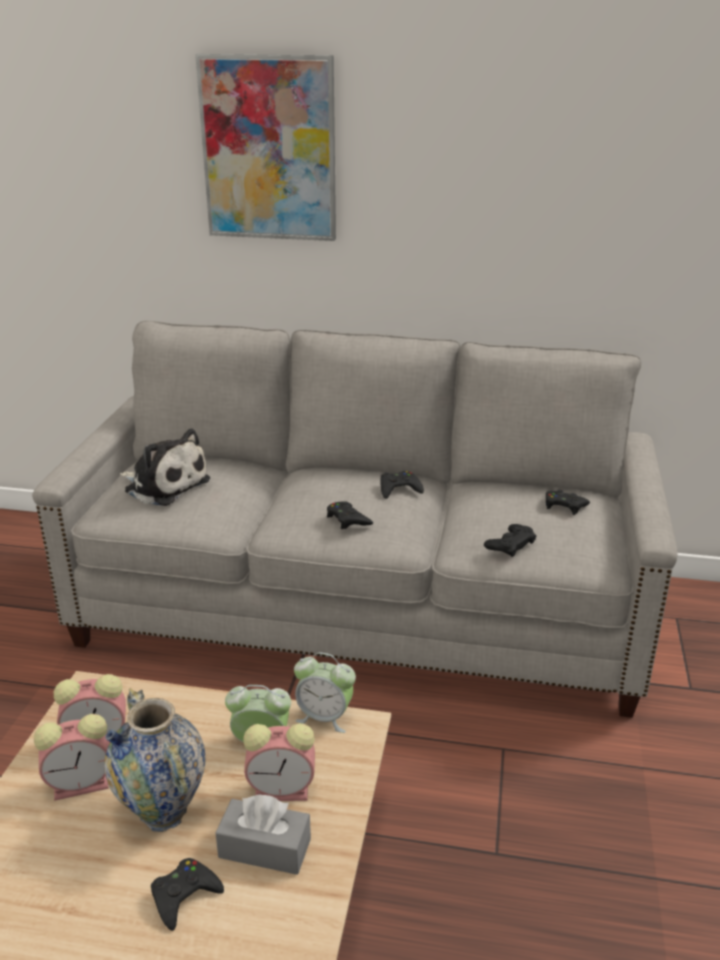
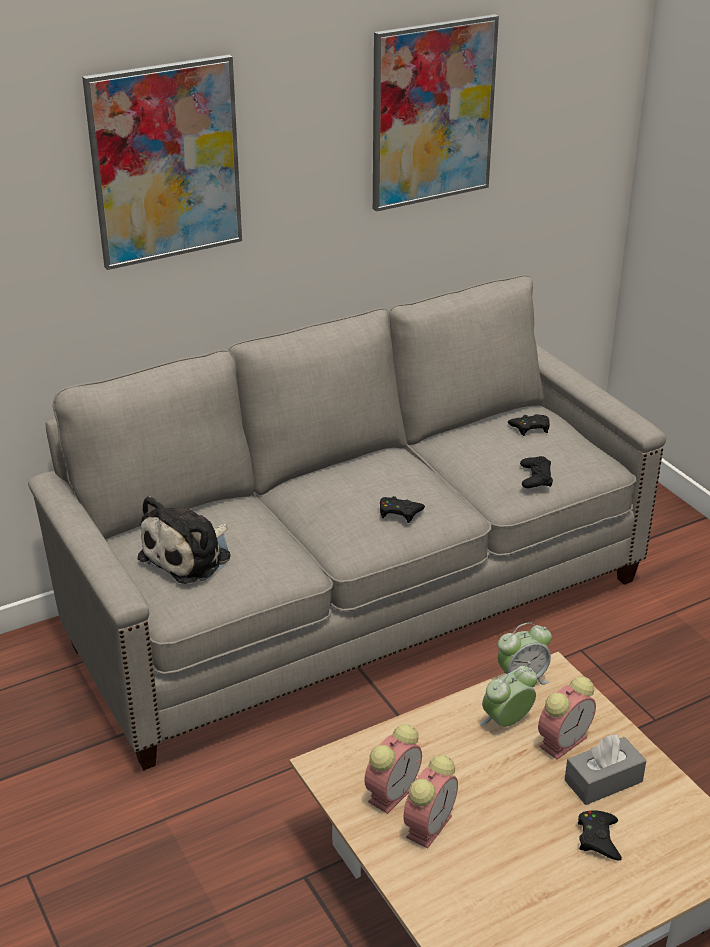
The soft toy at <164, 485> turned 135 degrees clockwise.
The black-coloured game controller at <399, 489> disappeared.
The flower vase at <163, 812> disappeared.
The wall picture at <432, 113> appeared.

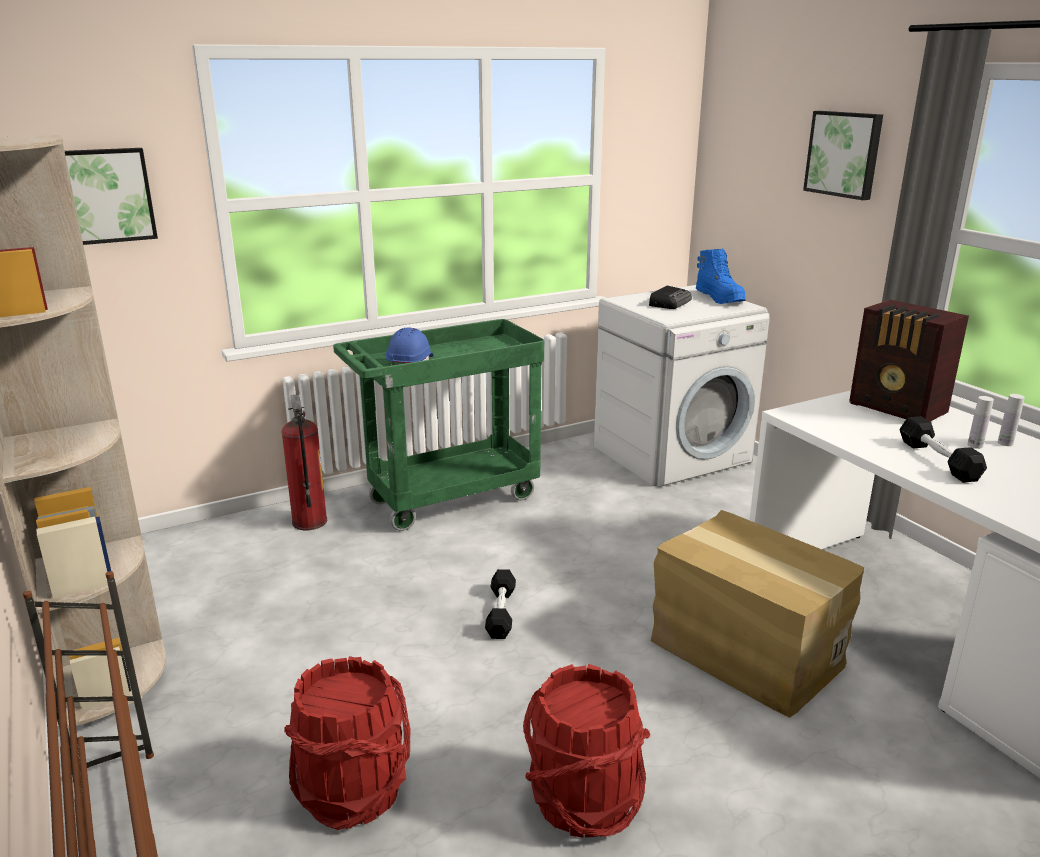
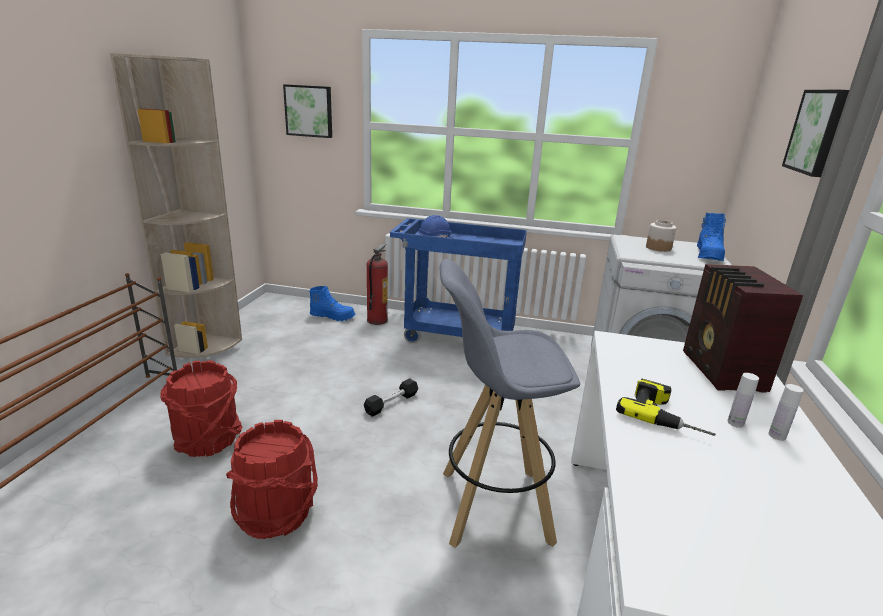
The radio receiver at <670, 302> was replaced by the preserve jar at <658, 248>.
The greenish cart at <446, 502> became the bluish cart at <453, 339>.
The black-coloured dumbbell at <938, 460> was replaced by the electric drill at <666, 415>.
The carton at <745, 652> was replaced by the grey sitting stool at <491, 505>.
The bluish boot at <333, 317> appeared.

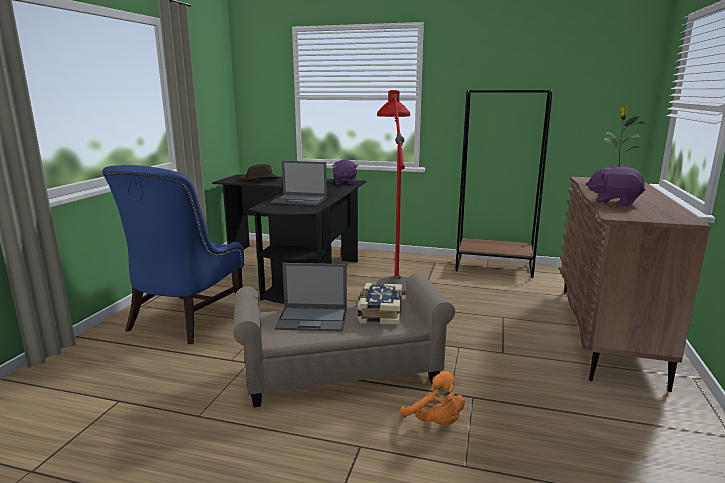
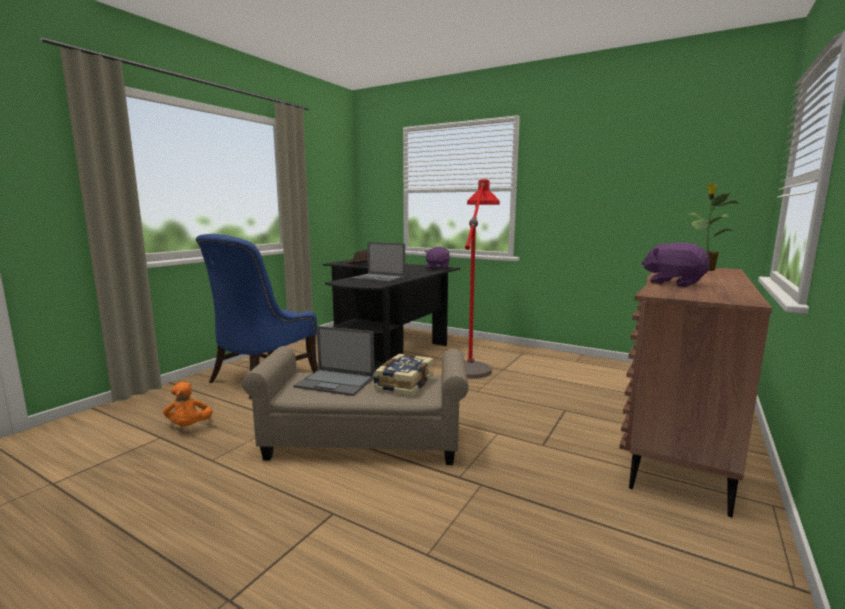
The clothes rack at <494, 268> disappeared.
The orange soft toy moved from <435, 423> to <189, 427>.

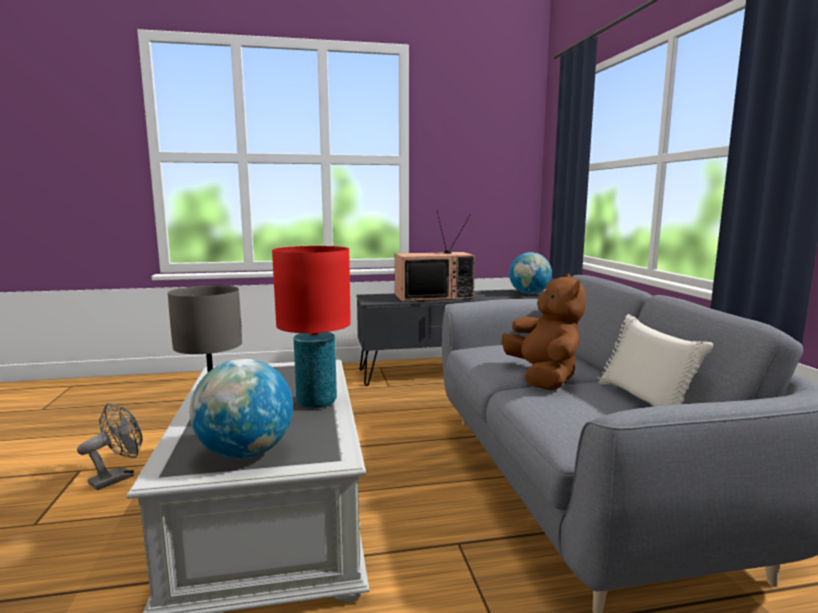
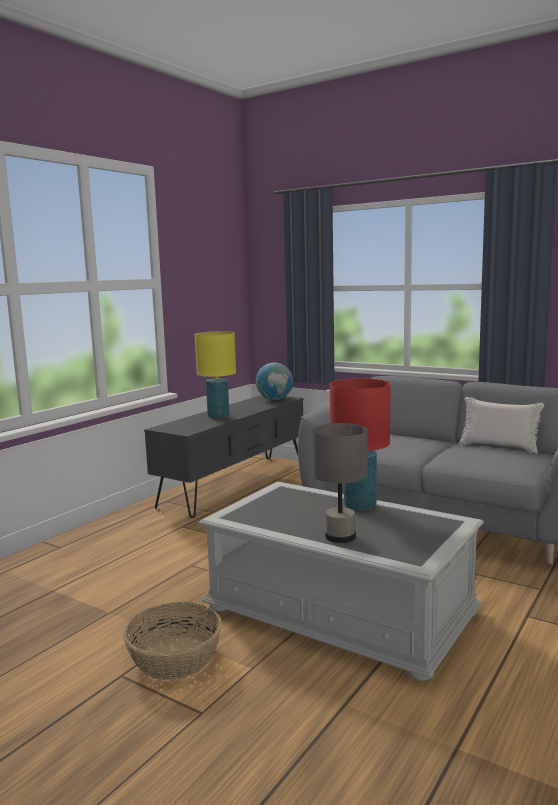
The TV at <434, 297> was replaced by the yellowish tabletop lamp at <218, 416>.
The brown soft toy at <543, 378> disappeared.
The desk globe at <245, 453> disappeared.
The grey cooling fan at <118, 477> was replaced by the storage basket at <174, 658>.

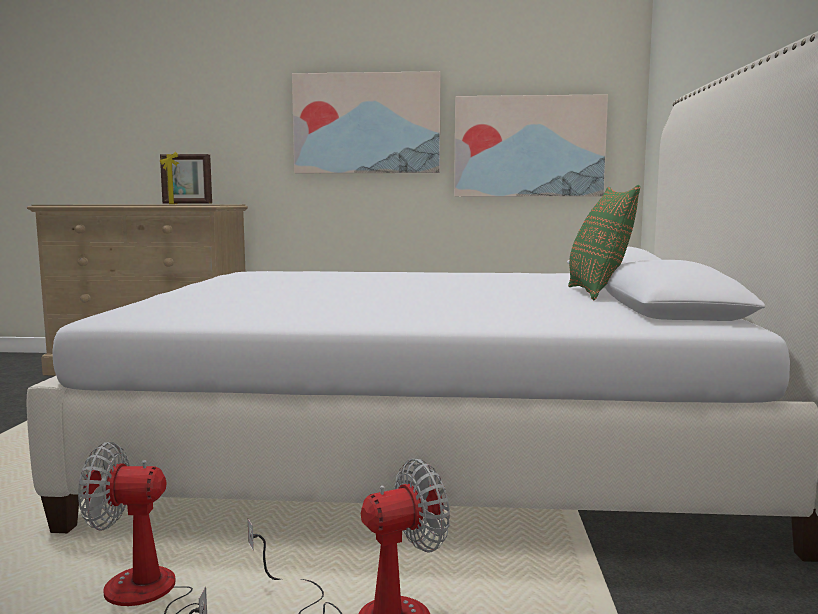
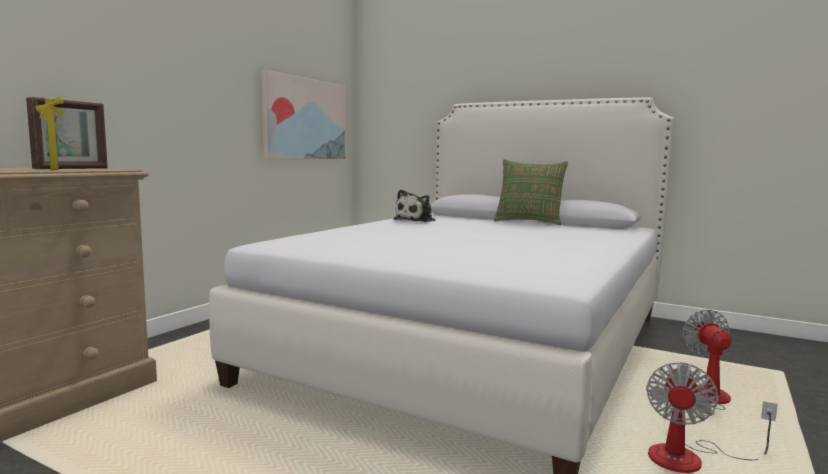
The wall picture at <366, 123> disappeared.
The soft toy at <416, 220> appeared.

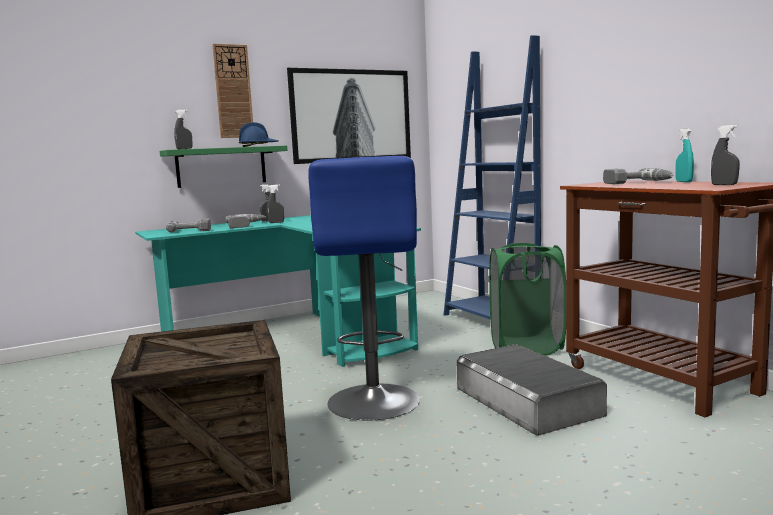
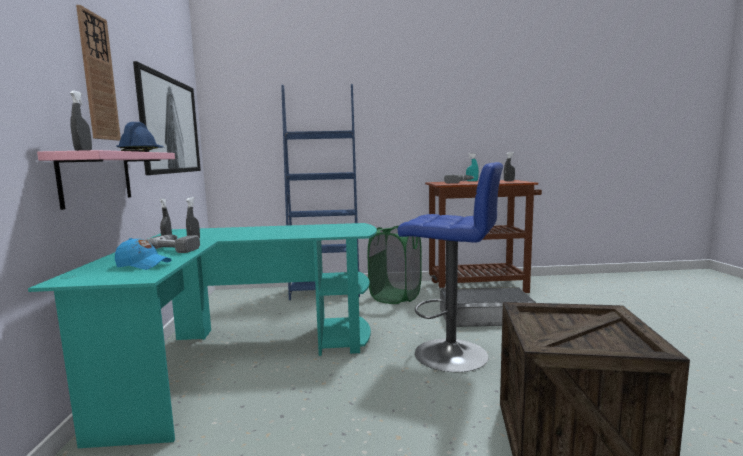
The greenish shelf at <221, 166> became the pink-coloured shelf at <96, 177>.
The electric drill at <190, 230> was replaced by the bluish baseball cap at <143, 265>.

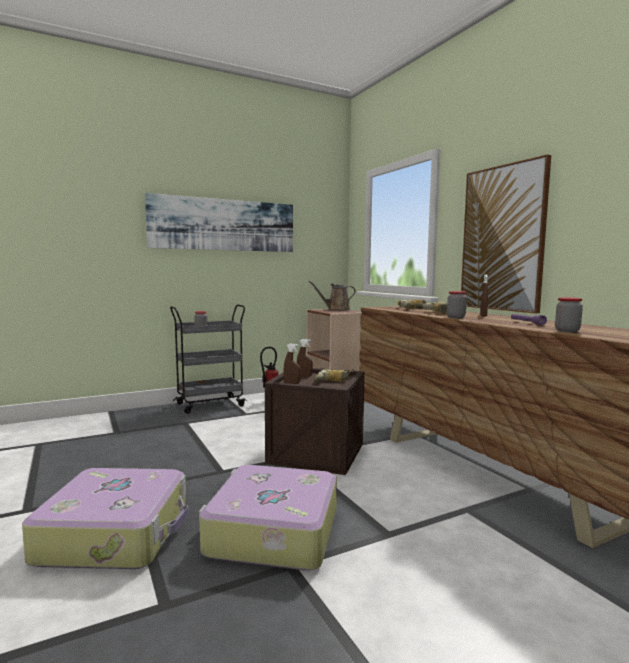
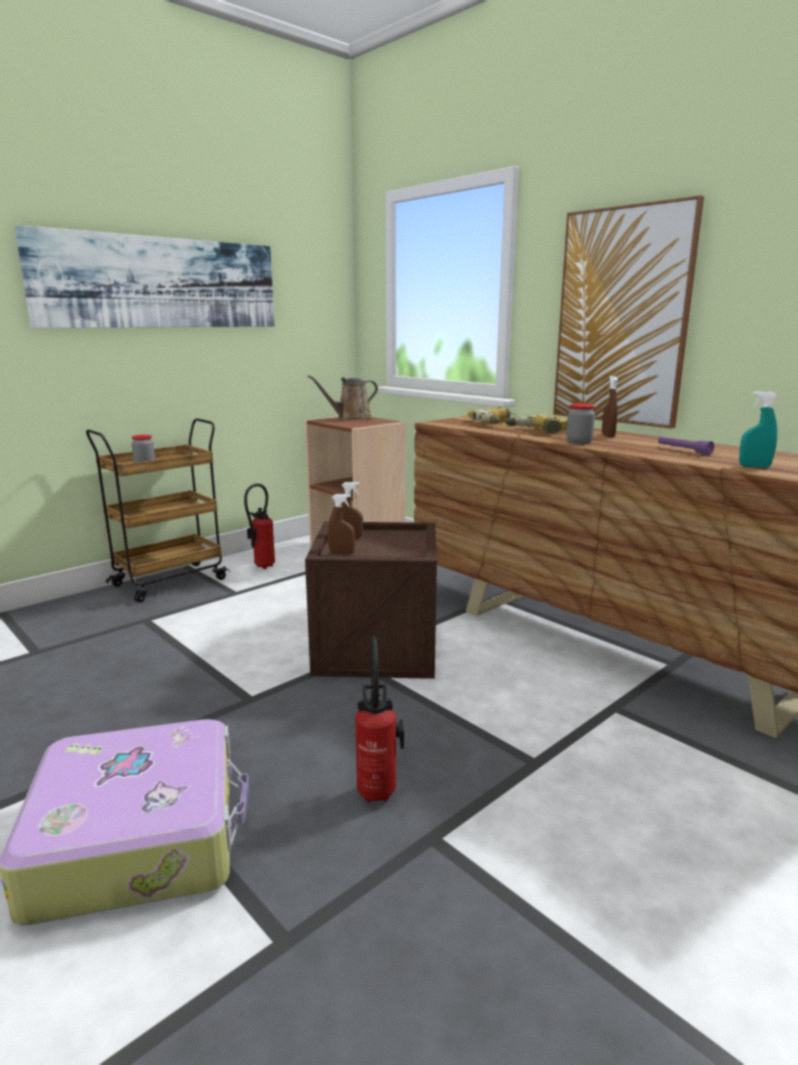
The preserve jar at <567, 331> was replaced by the turquoise-coloured hand sprayer at <754, 466>.
The grey cart at <211, 404> became the brown cart at <170, 582>.
The electric drill at <333, 381> disappeared.
The suitcase at <271, 532> was replaced by the fire extinguisher at <378, 789>.

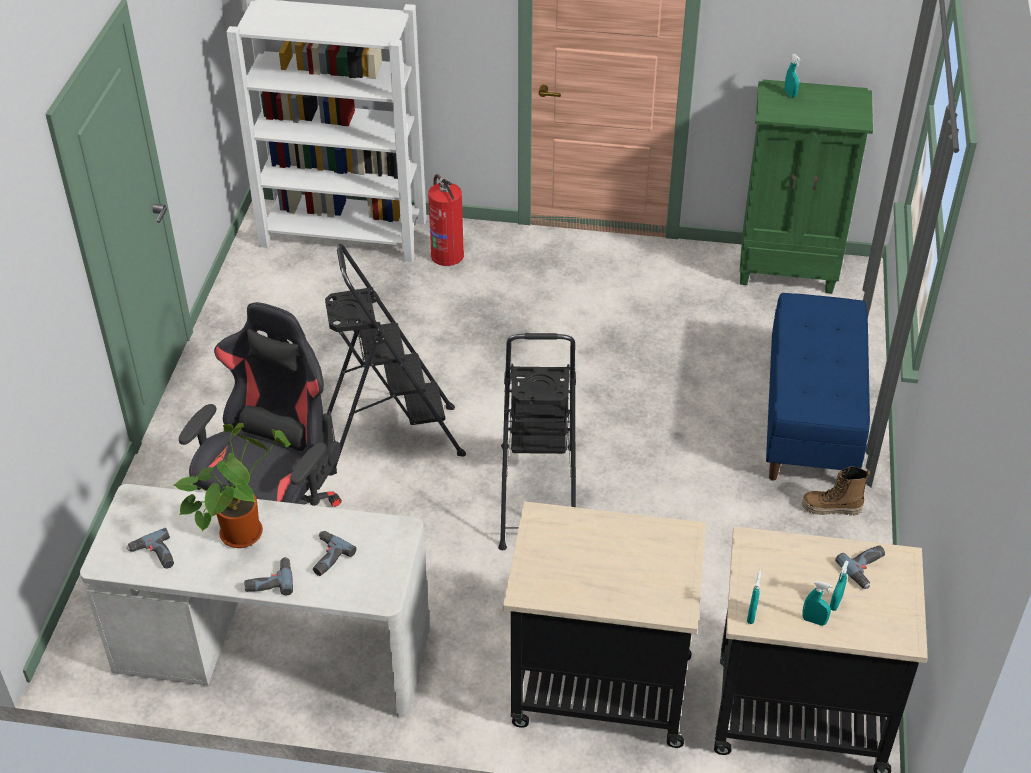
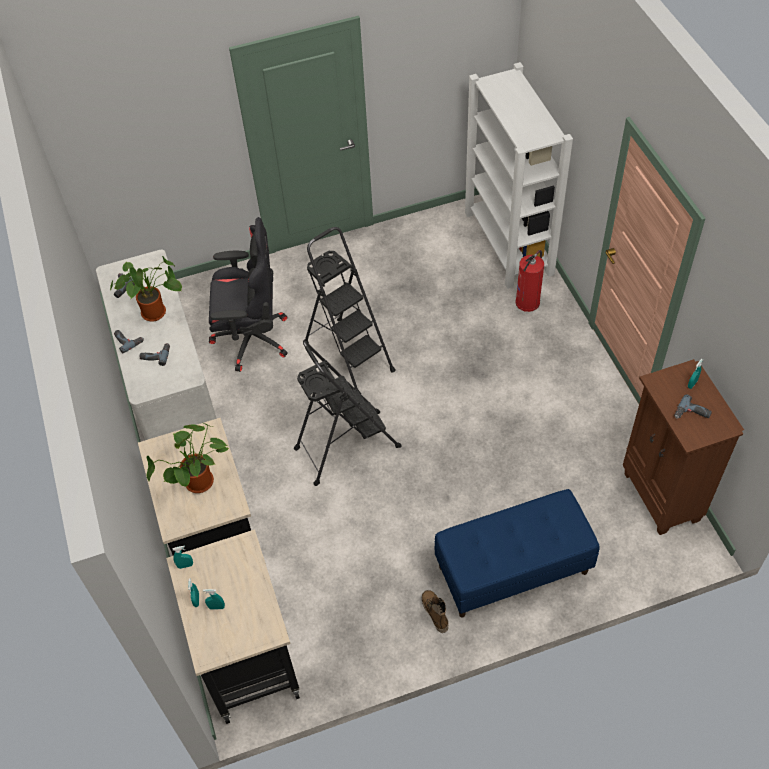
The greenish cabinet at <787, 273> became the brown cabinet at <659, 498>.
The electric drill moved from <866, 569> to <692, 414>.
The potted plant at <199, 485> appeared.

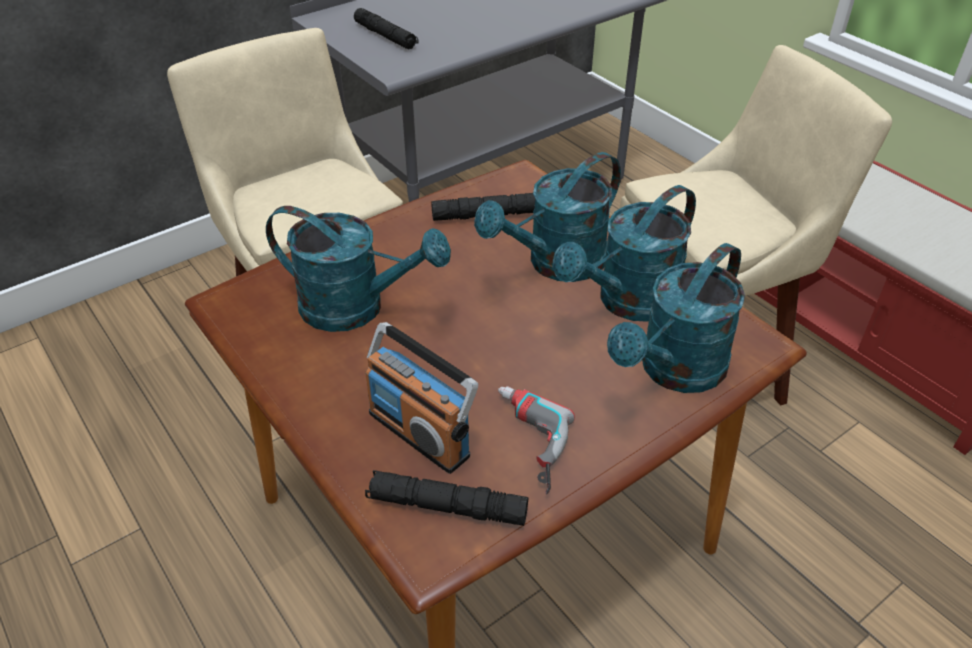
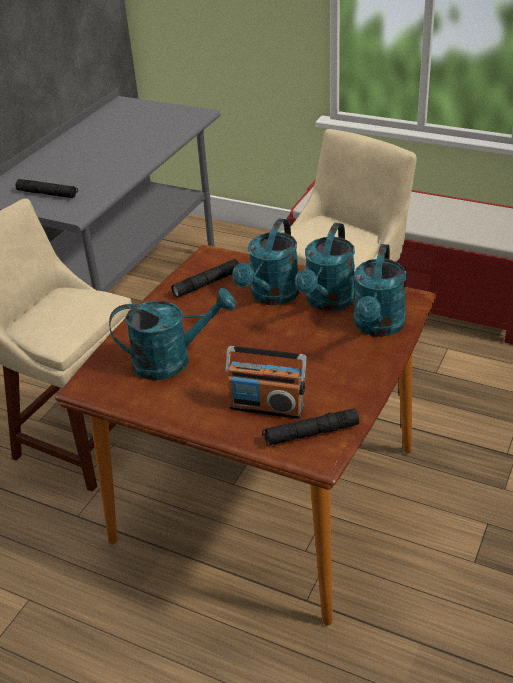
The electric drill at <523, 442> disappeared.

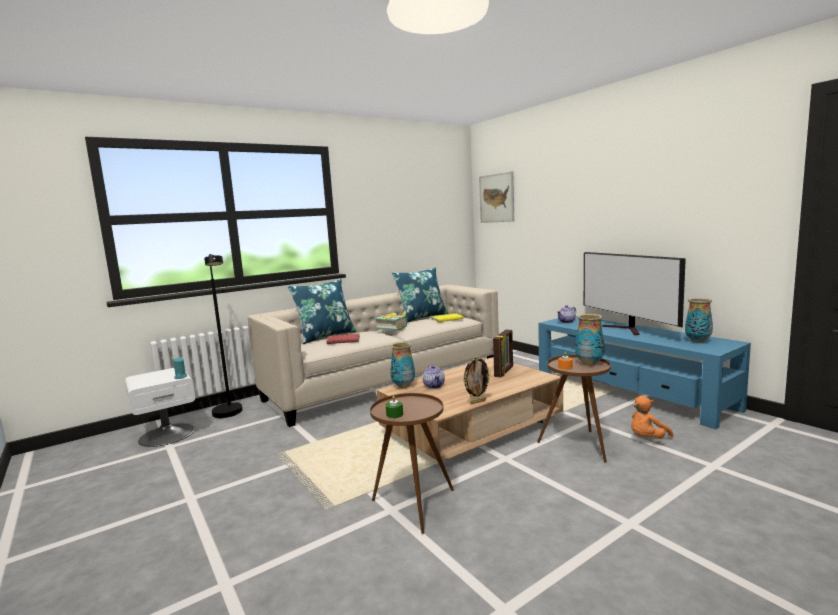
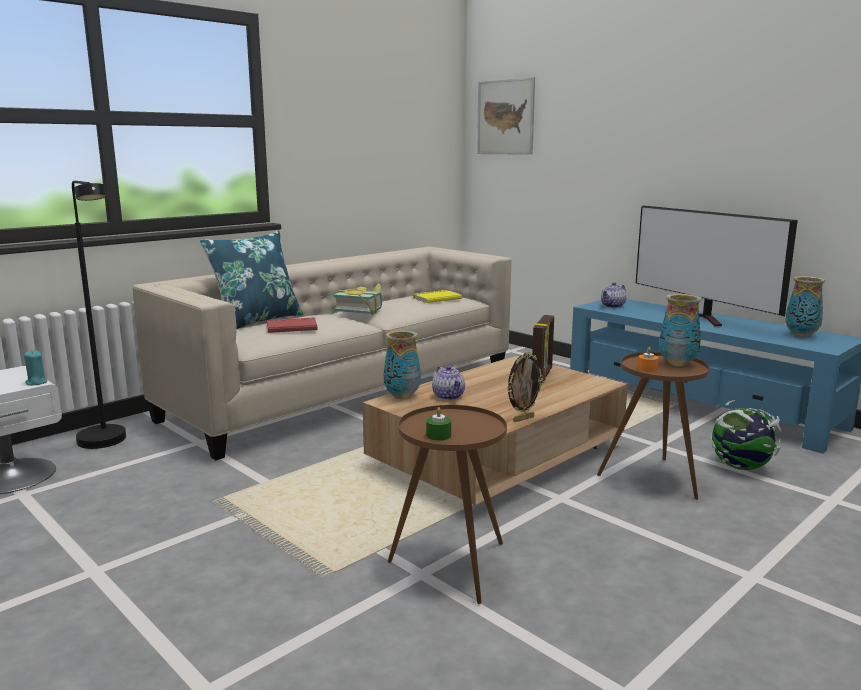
The bluish pillow at <421, 317> disappeared.
The orange soft toy at <647, 438> was replaced by the desk globe at <741, 467>.

